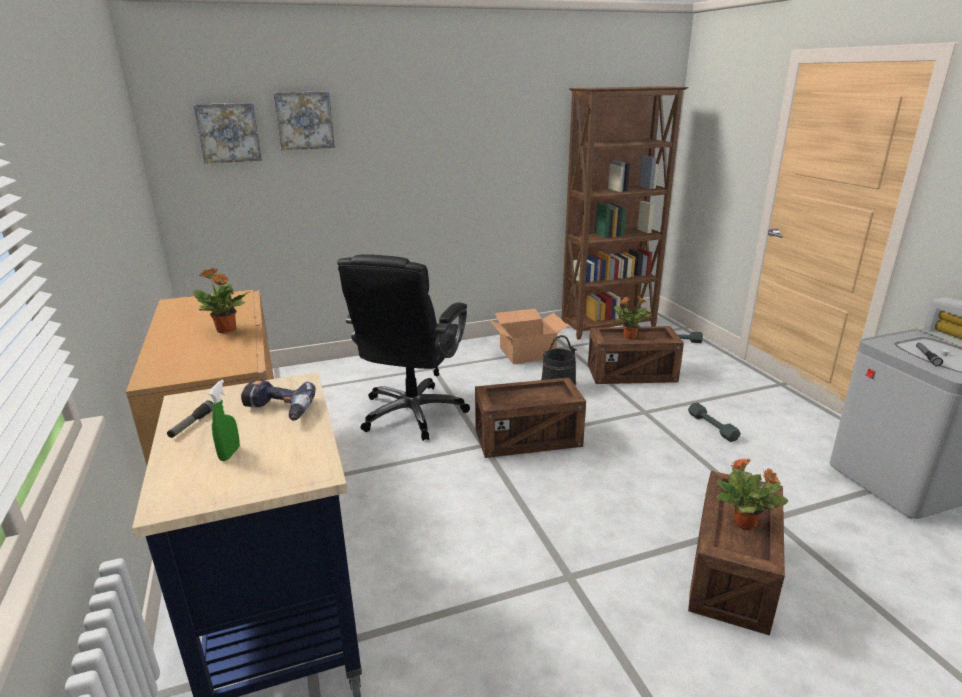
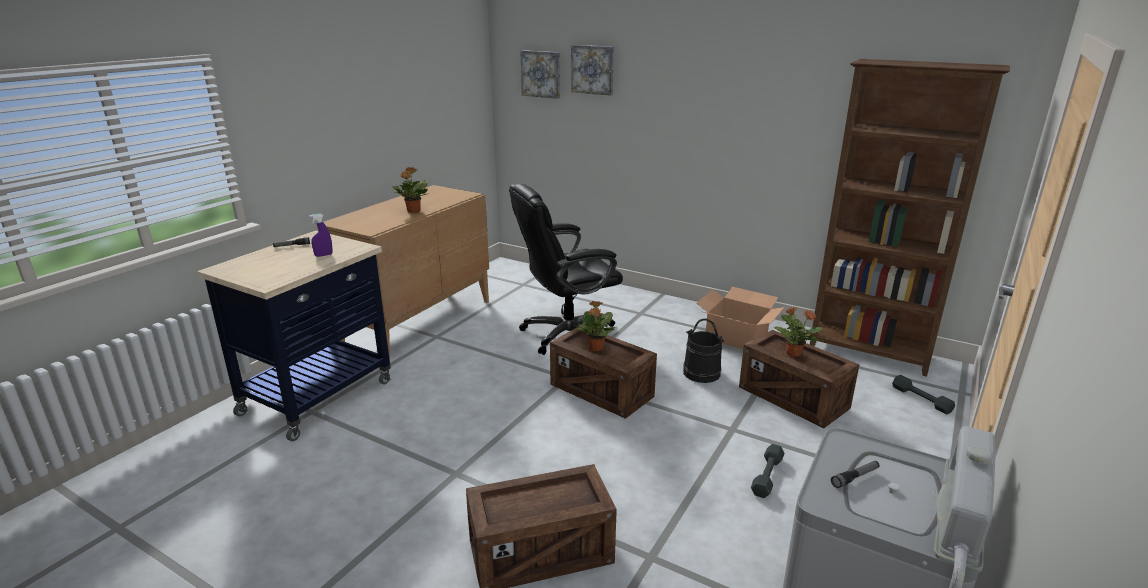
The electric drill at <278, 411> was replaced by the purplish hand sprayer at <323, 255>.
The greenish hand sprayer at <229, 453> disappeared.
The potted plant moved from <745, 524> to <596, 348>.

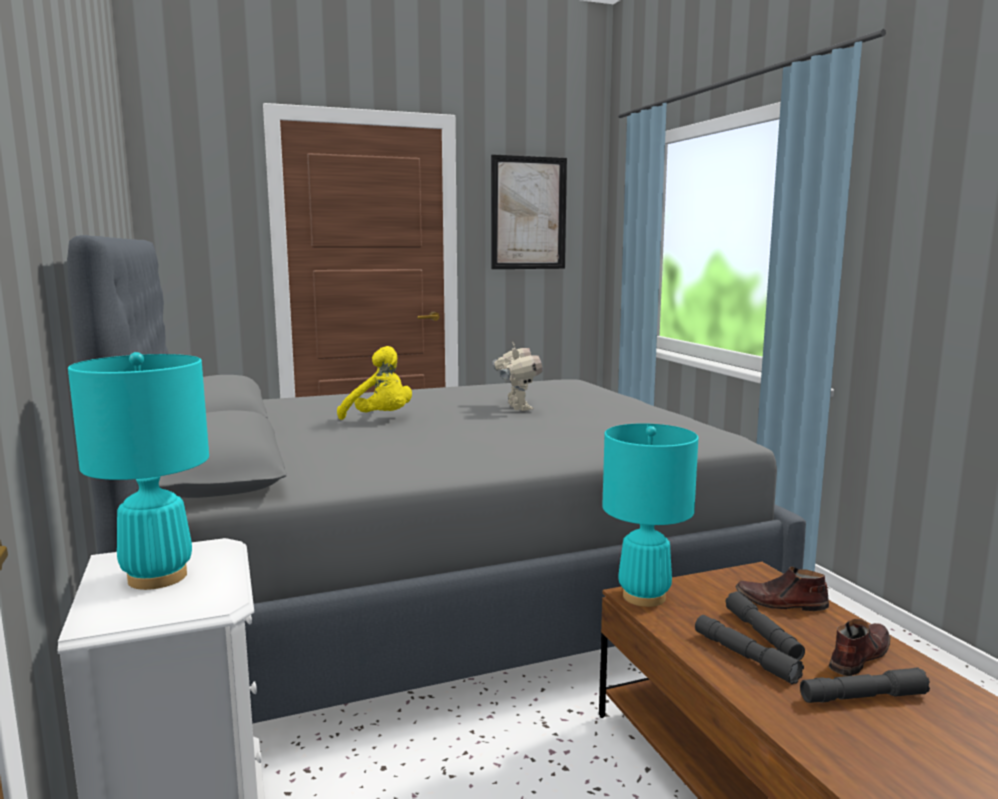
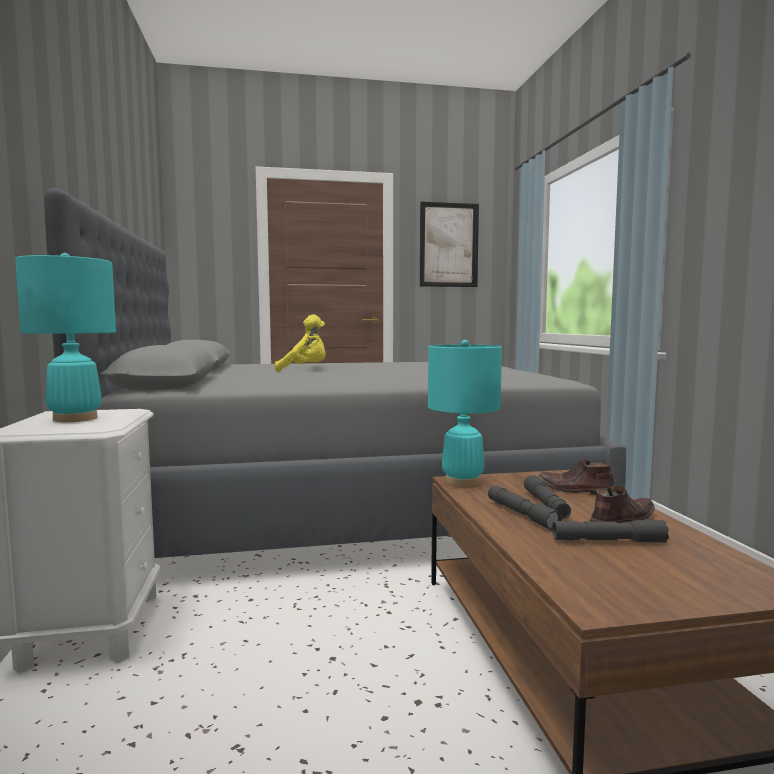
The toy robot at <517, 408> disappeared.
The yellowish soft toy at <380, 419> turned 45 degrees counterclockwise.

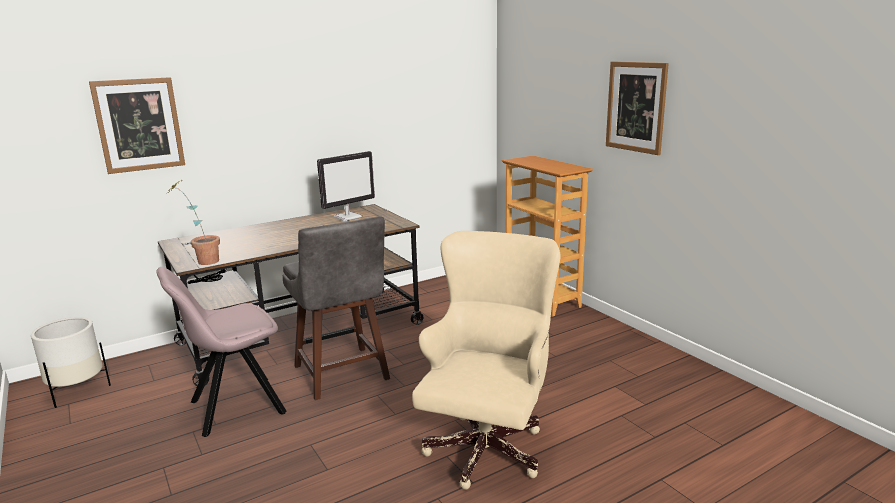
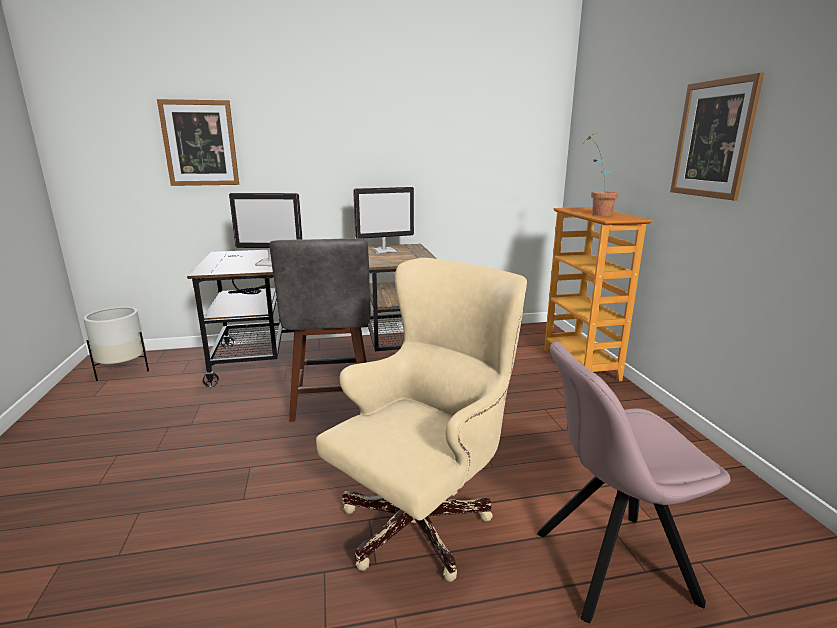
The potted plant moved from <202, 261> to <595, 214>.
The pink-coloured plain chair moved from <236, 407> to <611, 565>.
The monitor at <271, 263> appeared.

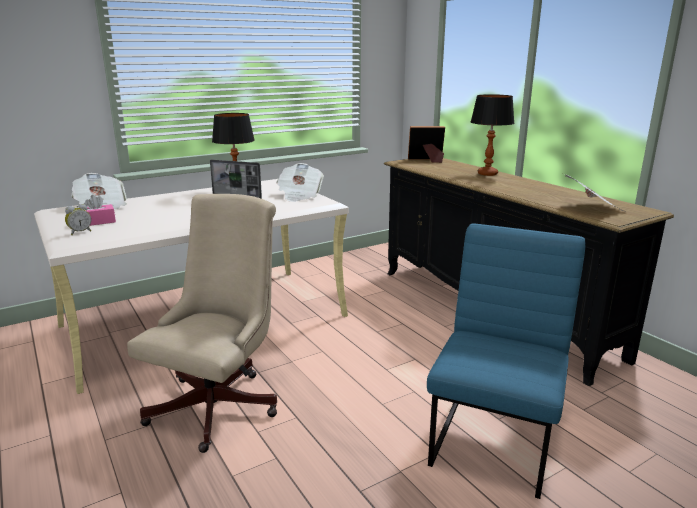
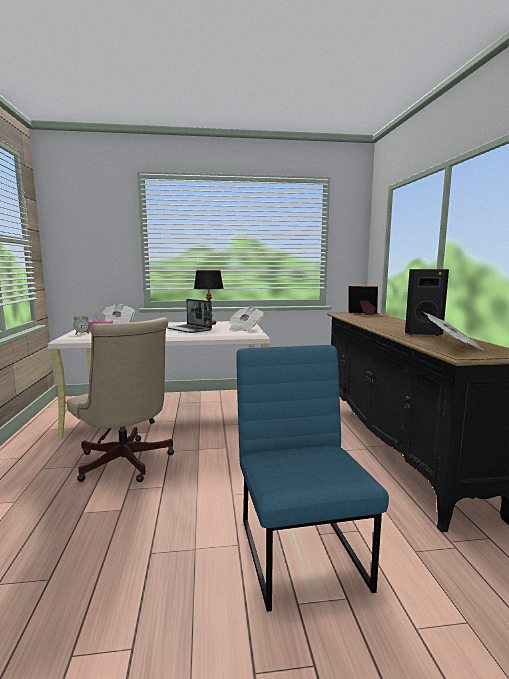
The tabletop lamp at <487, 174> disappeared.
The sand-coloured office chair at <220, 403> turned 90 degrees clockwise.
The bluish plain chair at <495, 438> turned 60 degrees counterclockwise.
The black-coloured speaker at <422, 333> appeared.

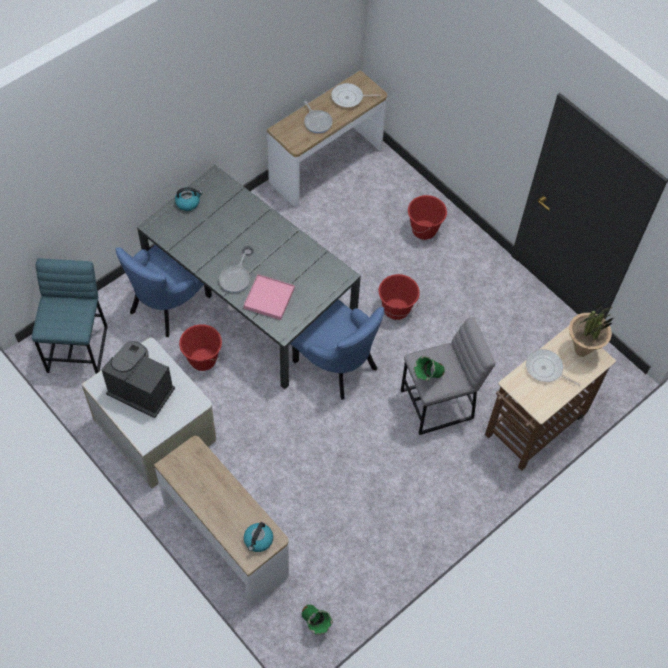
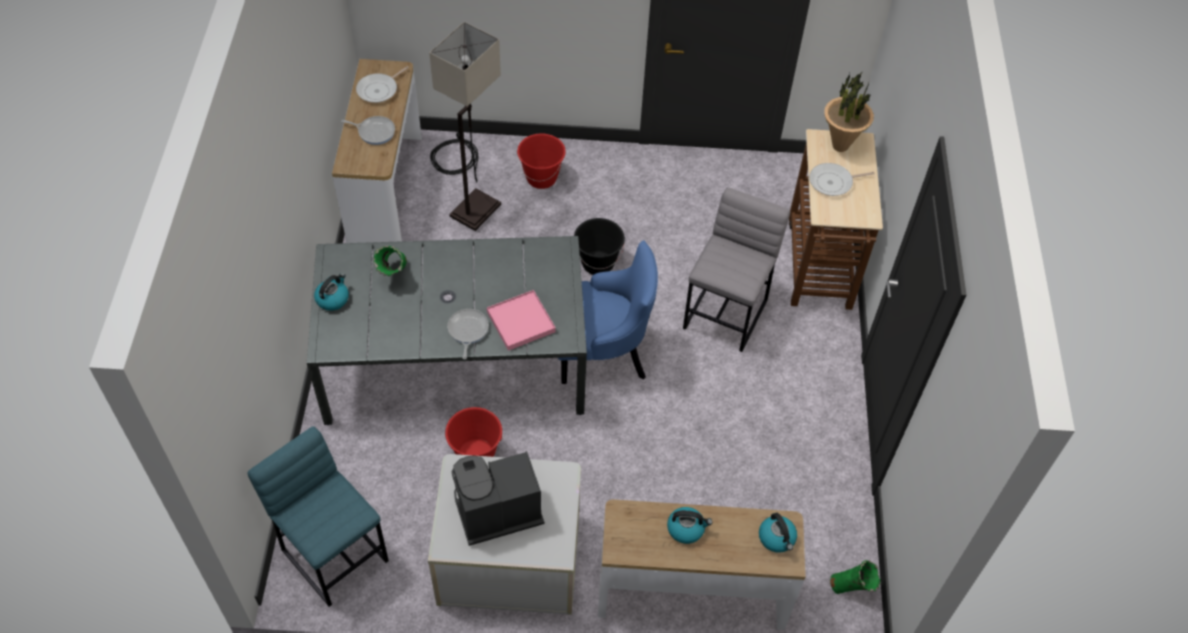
The bluish plain chair at <169, 302> disappeared.
The skillet at <235, 279> turned 150 degrees counterclockwise.
The red bucket at <396, 309> became the black-coloured bucket at <597, 263>.
The greenish flower vase moved from <427, 379> to <394, 277>.
The standard lamp at <465, 181> appeared.
The kettle at <686, 529> appeared.

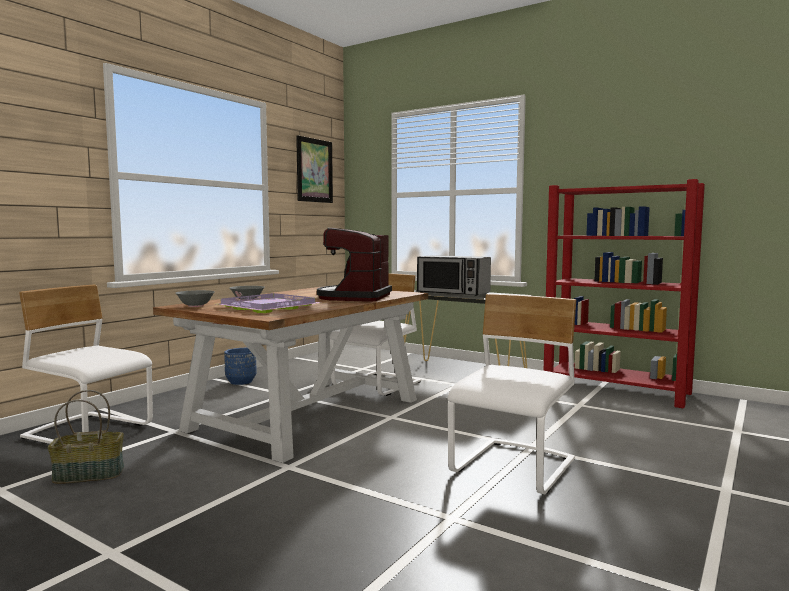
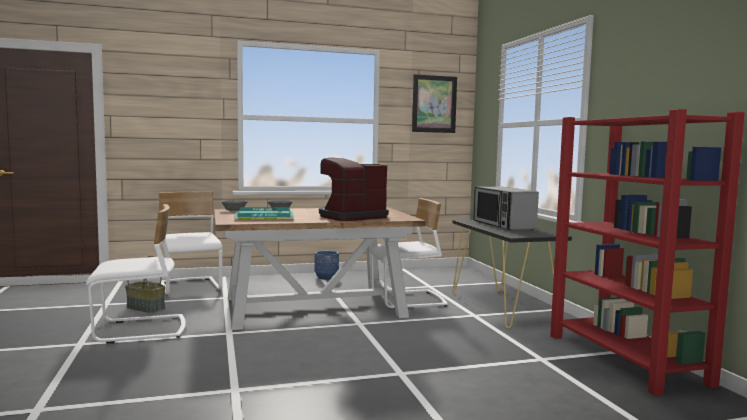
The purplish tray at <268, 306> became the turquoise-coloured tray at <265, 216>.
The white-coloured plain chair moved from <515, 468> to <140, 330>.

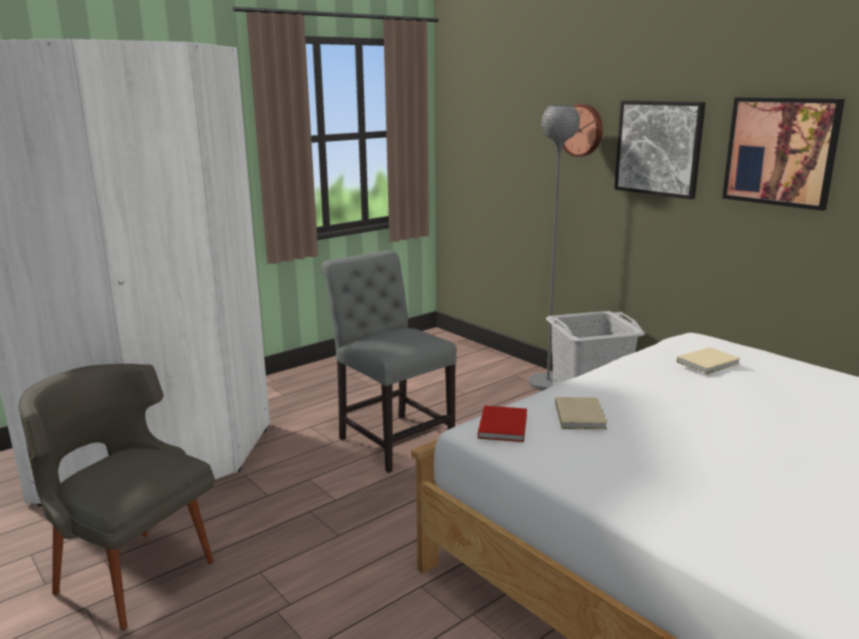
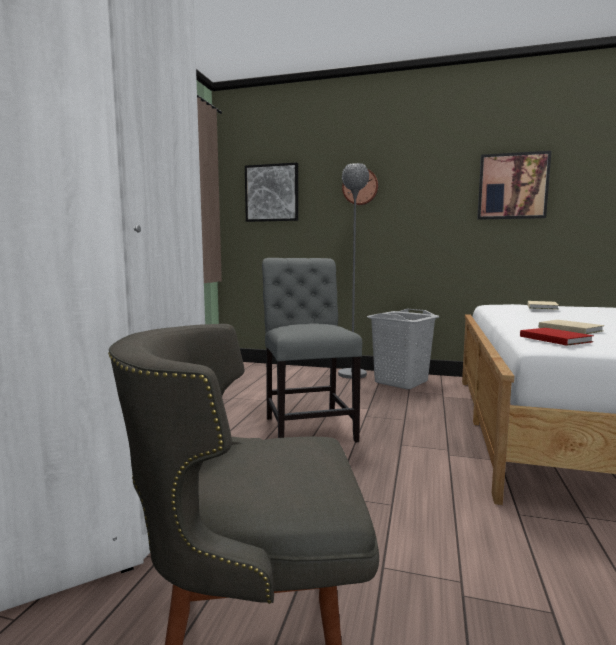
The wall picture moved from <658, 148> to <272, 193>.
The grey plain chair at <392, 439> turned 60 degrees clockwise.

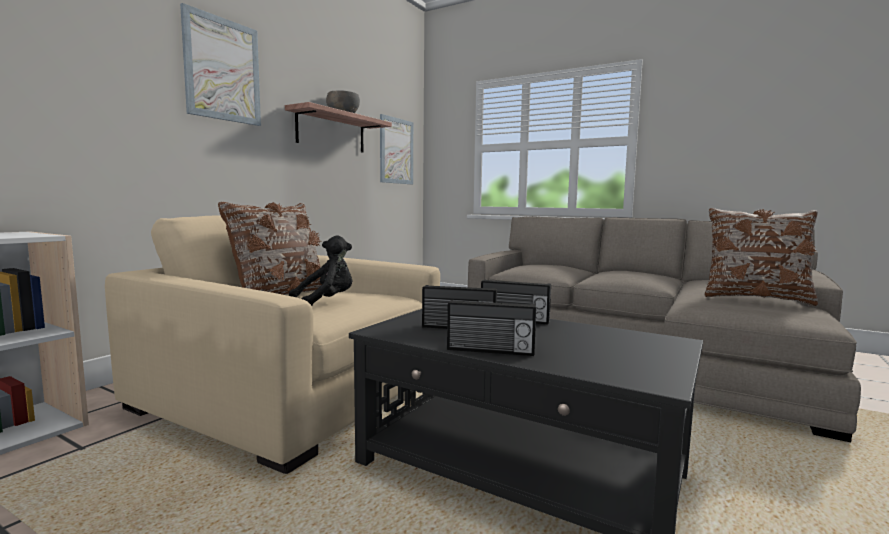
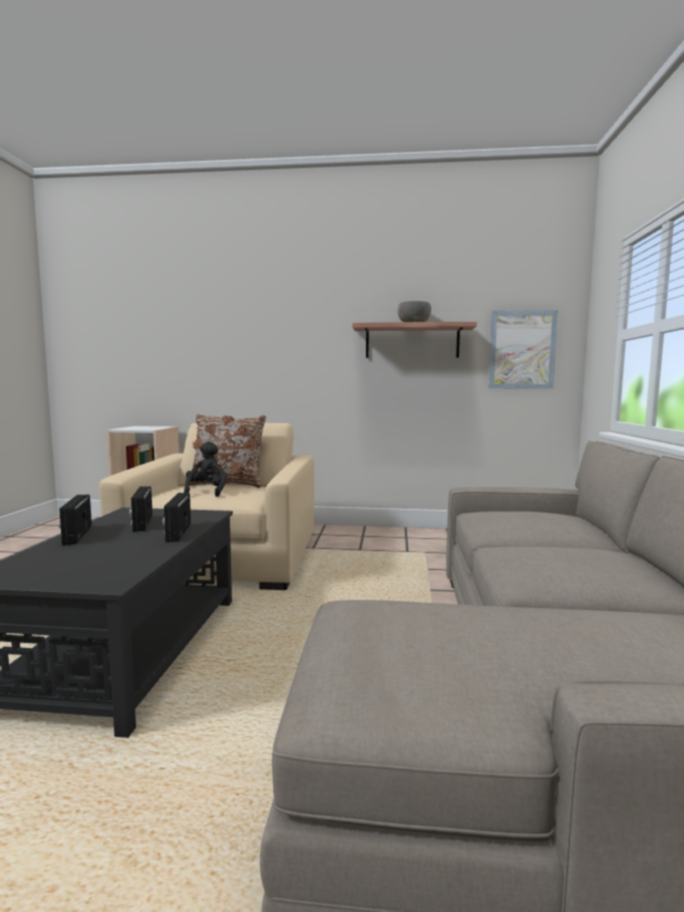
The wall picture at <222, 70> disappeared.
The brown pillow at <756, 299> disappeared.
The black-coloured soft toy at <326, 302> turned 120 degrees counterclockwise.

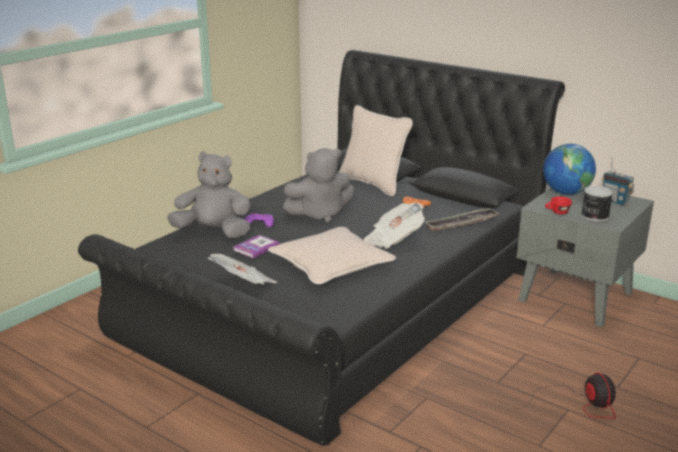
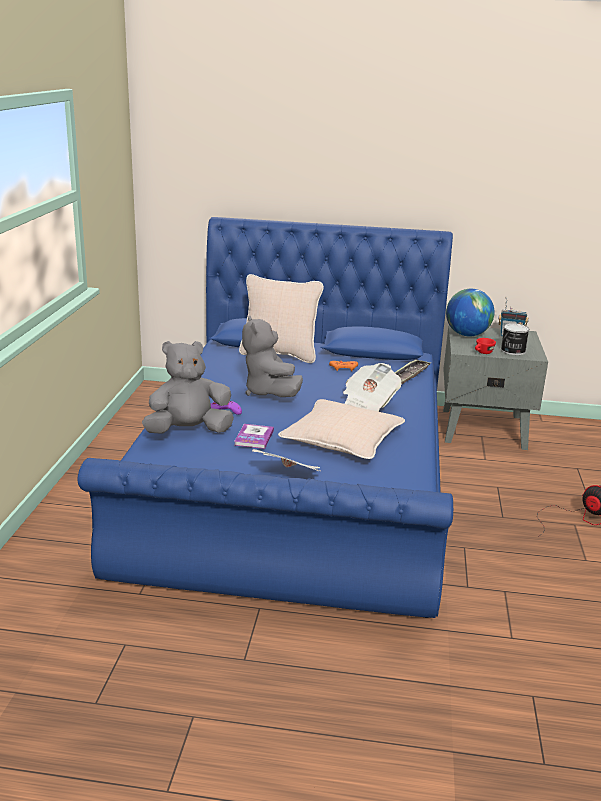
The black-coloured bedroom bed at <338, 302> became the bluish bedroom bed at <297, 481>.
The grey soft toy at <320, 214> turned 120 degrees clockwise.

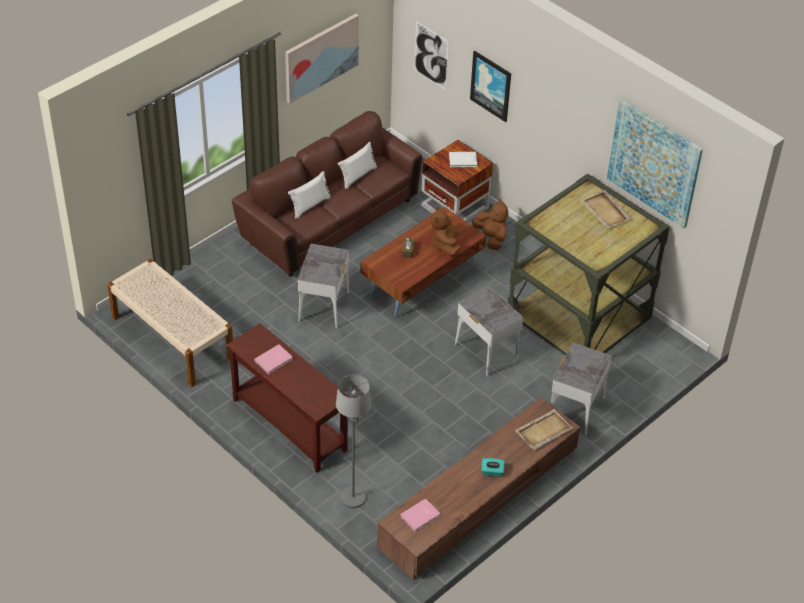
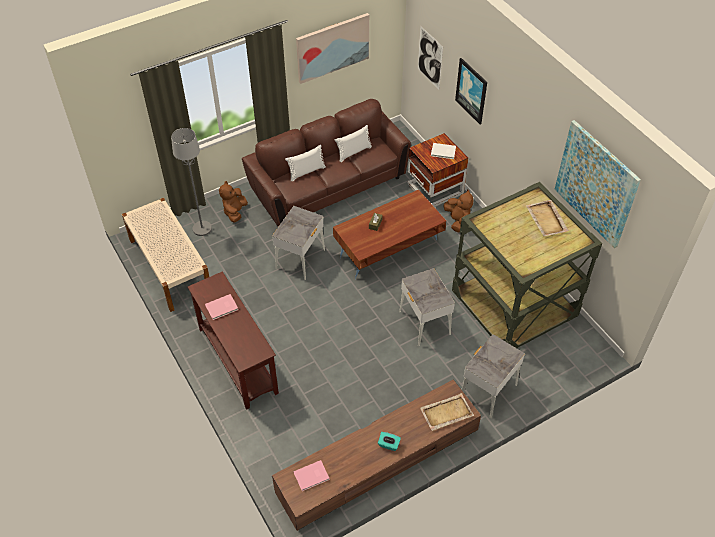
The brown soft toy moved from <445, 245> to <235, 212>.
The grey standard lamp moved from <352, 498> to <202, 229>.

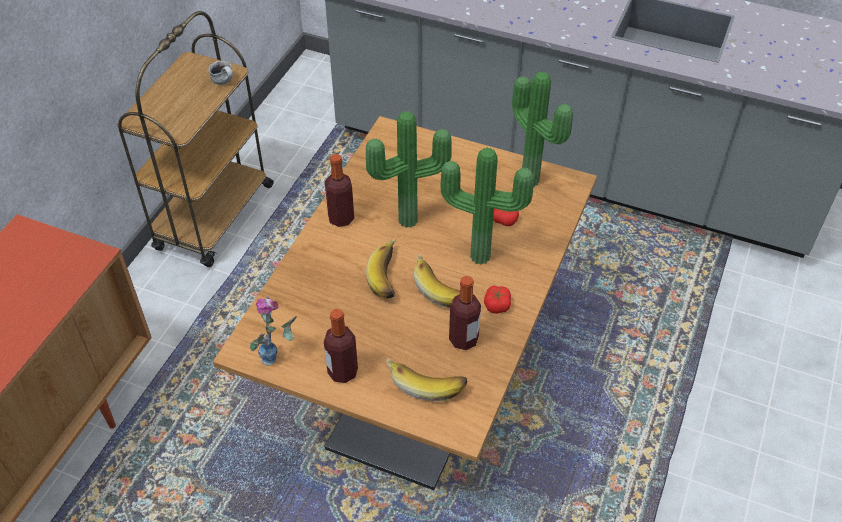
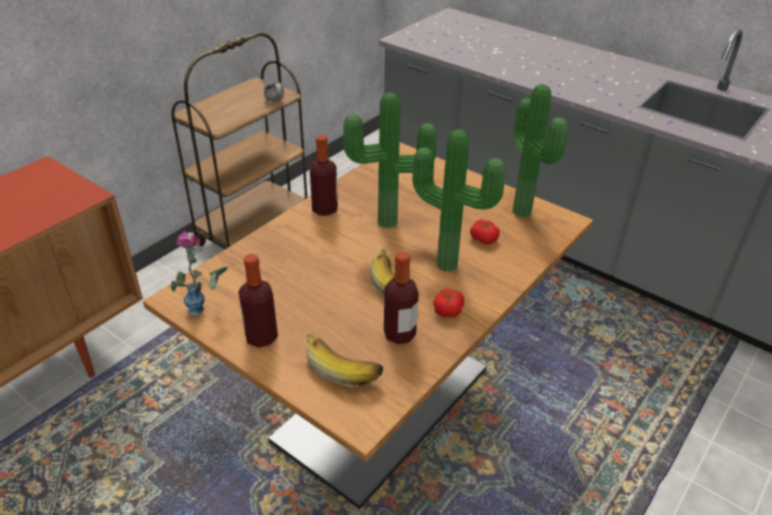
The banana at <389, 277> disappeared.

